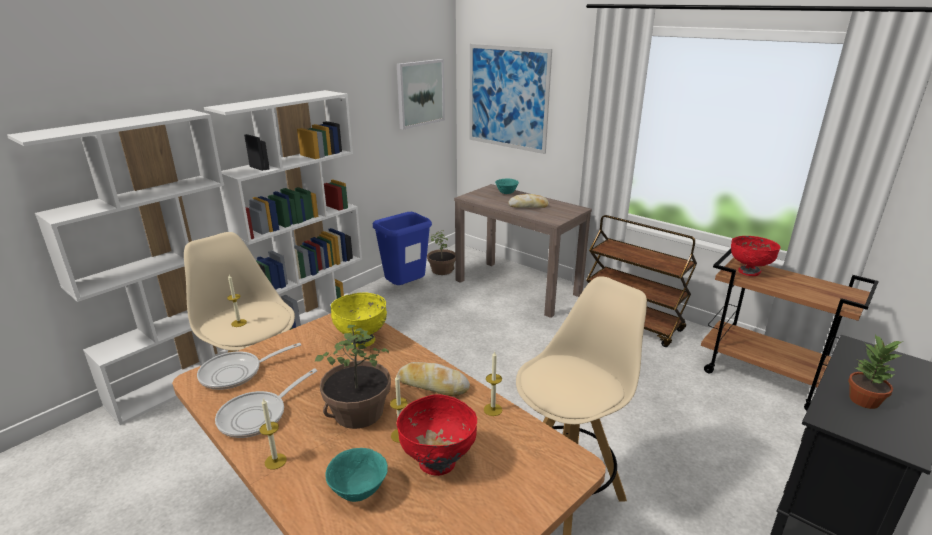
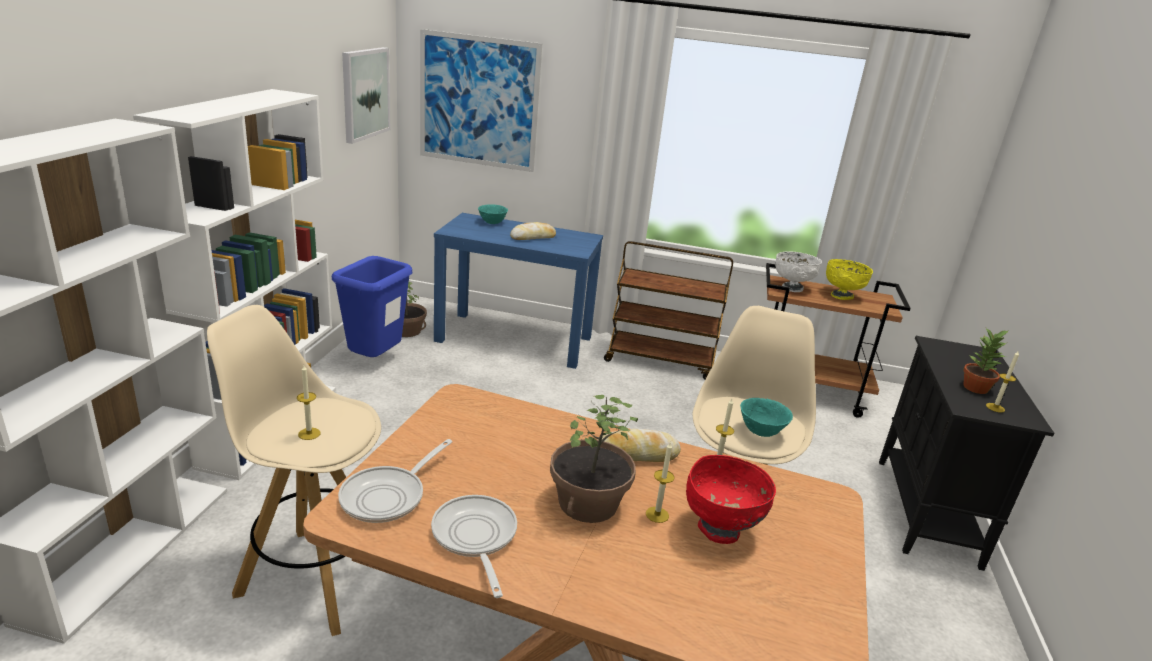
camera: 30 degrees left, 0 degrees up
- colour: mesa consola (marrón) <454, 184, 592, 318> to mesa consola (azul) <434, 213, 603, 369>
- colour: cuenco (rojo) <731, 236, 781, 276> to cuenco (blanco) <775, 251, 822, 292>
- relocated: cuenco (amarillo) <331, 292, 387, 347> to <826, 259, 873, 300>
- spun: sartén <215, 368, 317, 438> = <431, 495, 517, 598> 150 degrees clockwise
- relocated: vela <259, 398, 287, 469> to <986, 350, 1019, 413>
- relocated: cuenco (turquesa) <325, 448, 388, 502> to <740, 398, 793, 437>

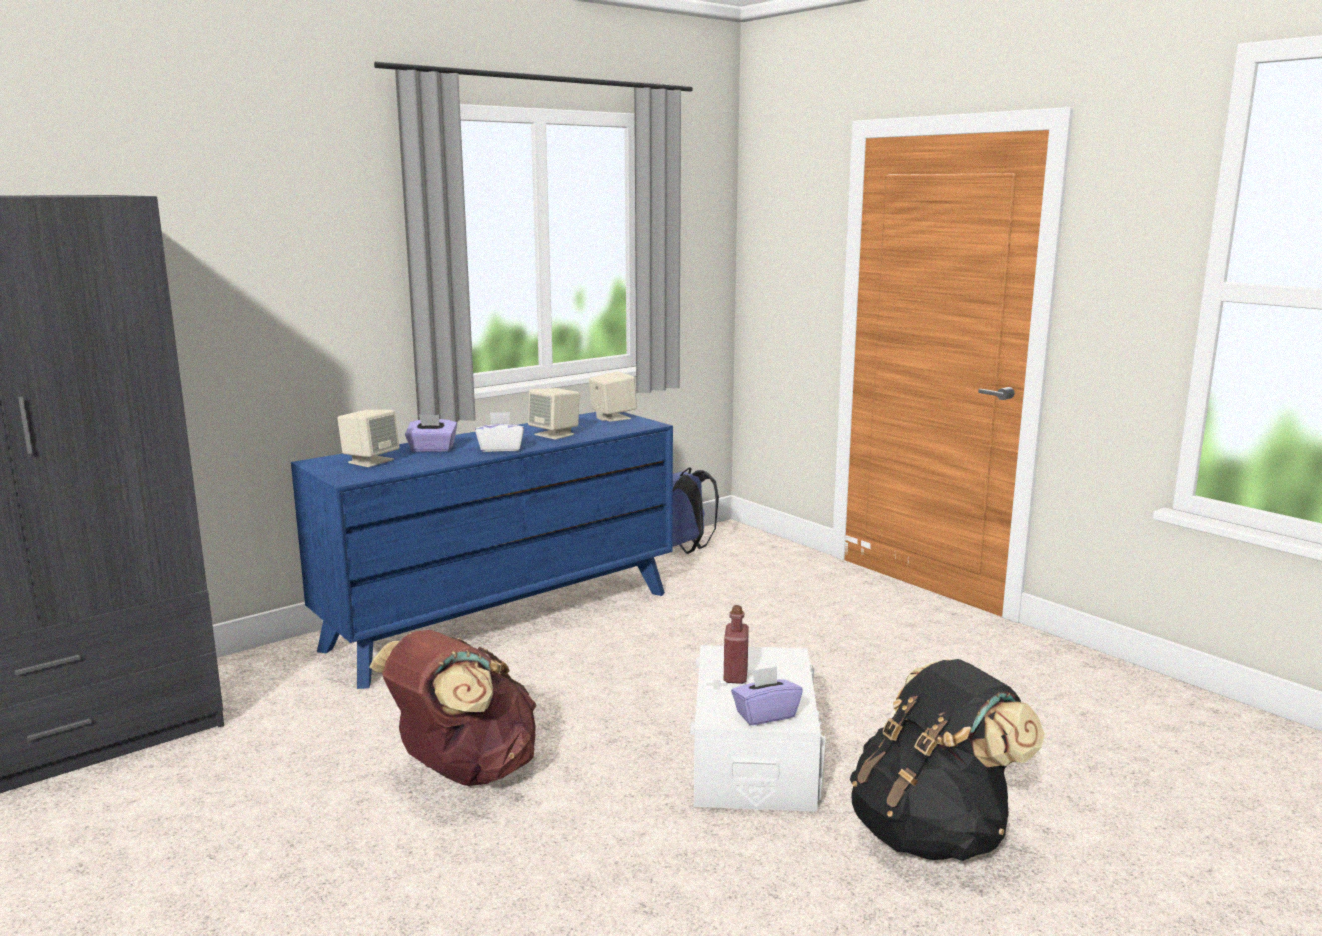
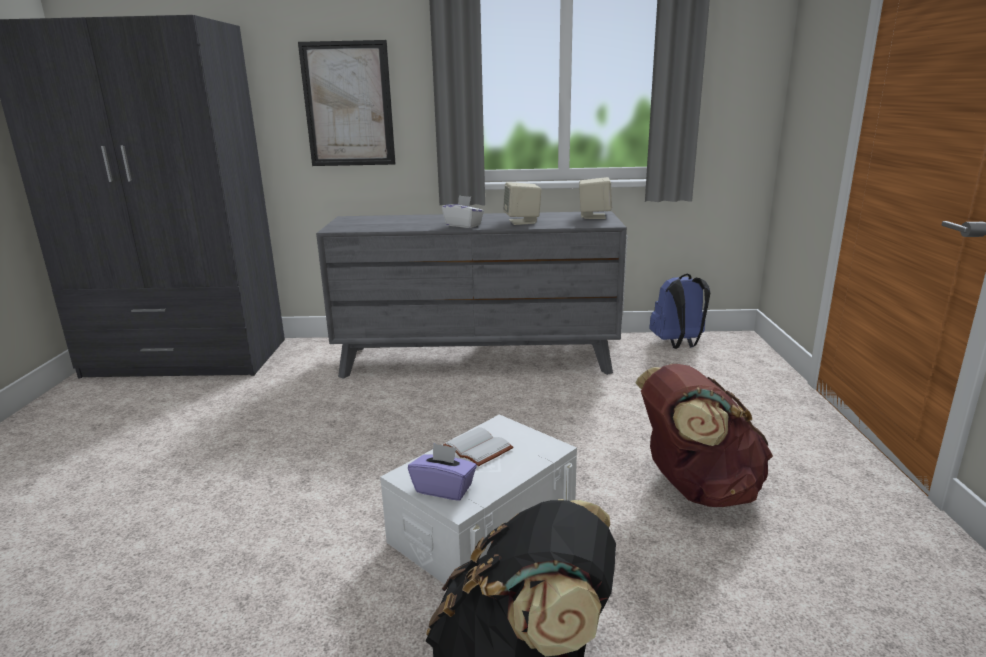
camera: 40 degrees right, 5 degrees up
- missing: altavoz (beis) <337, 410, 399, 467>
- colour: cómoda (azul) <291, 412, 673, 689> to cómoda (gris) <316, 211, 627, 379>
- missing: caja de pañuelos (morado) <405, 414, 457, 452>
- exchanged: botella (rojo) <724, 605, 749, 684> to libro (blanco) <443, 427, 513, 466>
- relocated: mochila (marrón) <369, 630, 537, 786> to <636, 364, 773, 507>
- appeared: cuadro <298, 40, 396, 166>

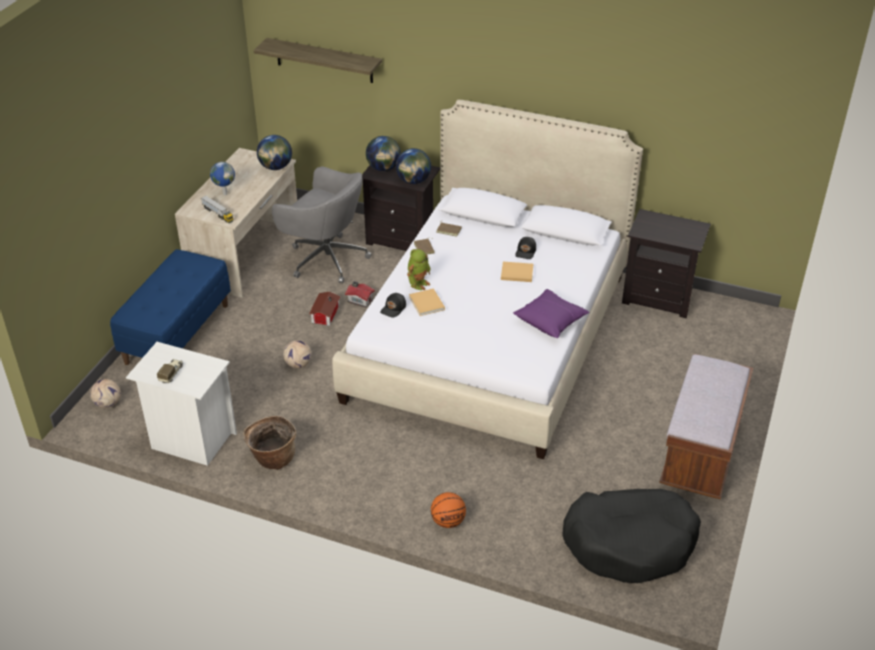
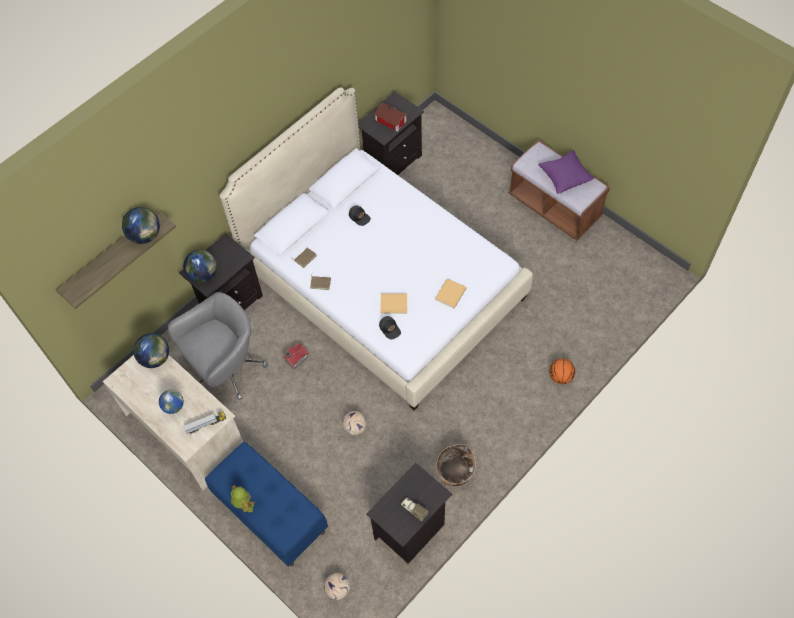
camera: 65 degrees left, 20 degrees up
- relocated: globo terráqueo <396, 148, 431, 184> to <122, 207, 160, 244>
- relocated: robot de juguete <407, 249, 431, 290> to <231, 485, 255, 513>
- relocated: libro (beis) <501, 262, 533, 282> to <435, 278, 466, 309>
- relocated: cojín (morado) <513, 289, 589, 338> to <538, 150, 595, 194>
- relocated: casita <309, 291, 340, 326> to <374, 103, 407, 132>
- colour: mesita de noche (blanco) <126, 342, 237, 466> to mesita de noche (negro) <366, 463, 452, 564>
- missing: cama para perro (negro) <563, 489, 701, 583>

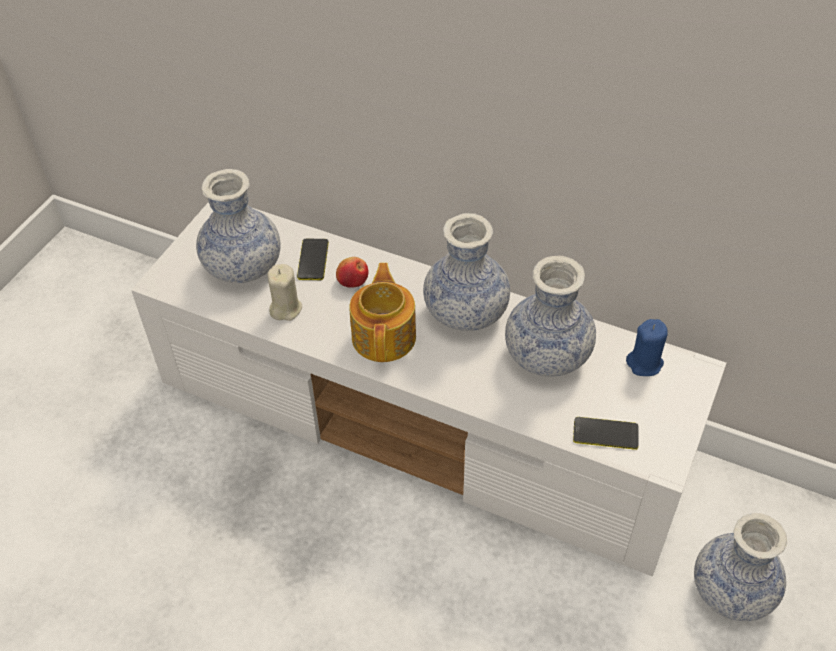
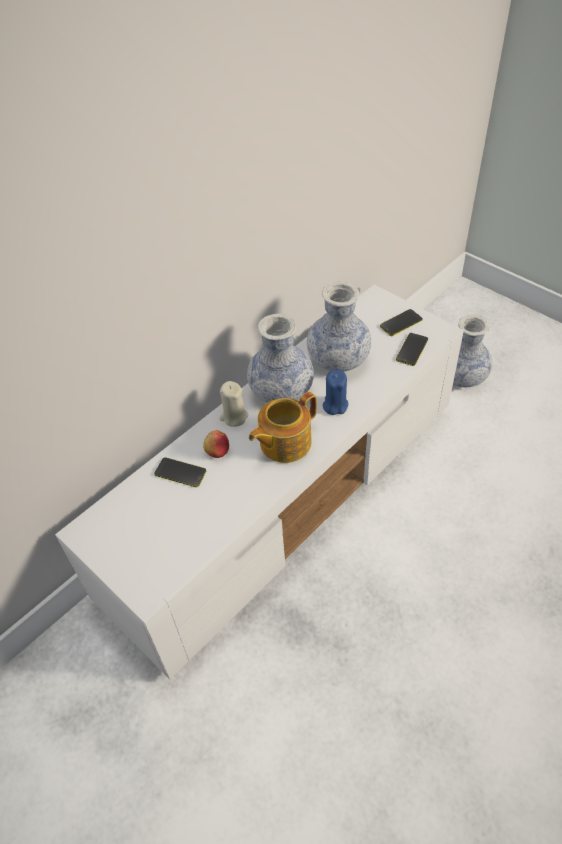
camera: 70 degrees left, 0 degrees up
- missing: florero <196, 169, 281, 283>
- spun: tetera <349, 263, 416, 362> = <249, 391, 317, 463> 60 degrees counterclockwise
- relocated: vela (beis) <268, 264, 302, 321> to <219, 381, 249, 427>
- relocated: vela (azul) <626, 319, 668, 376> to <323, 370, 348, 415>
- appeared: móvil <380, 309, 423, 336>

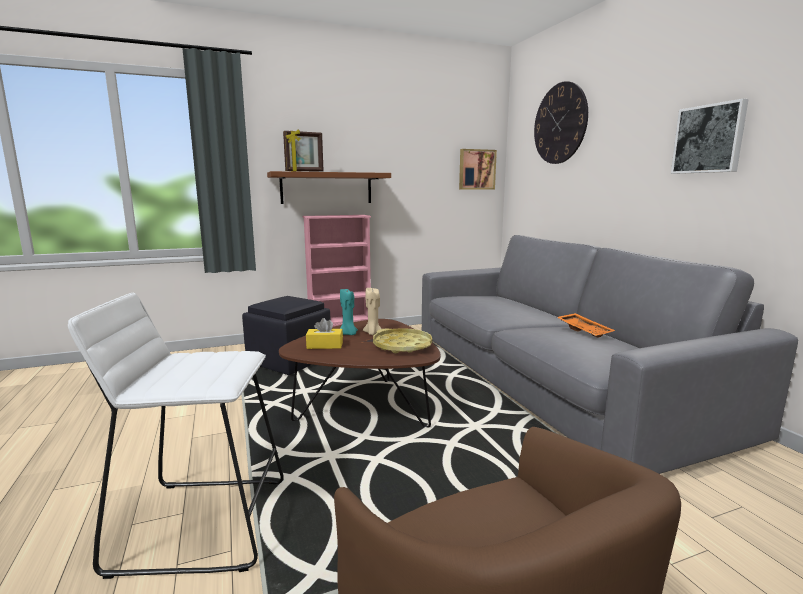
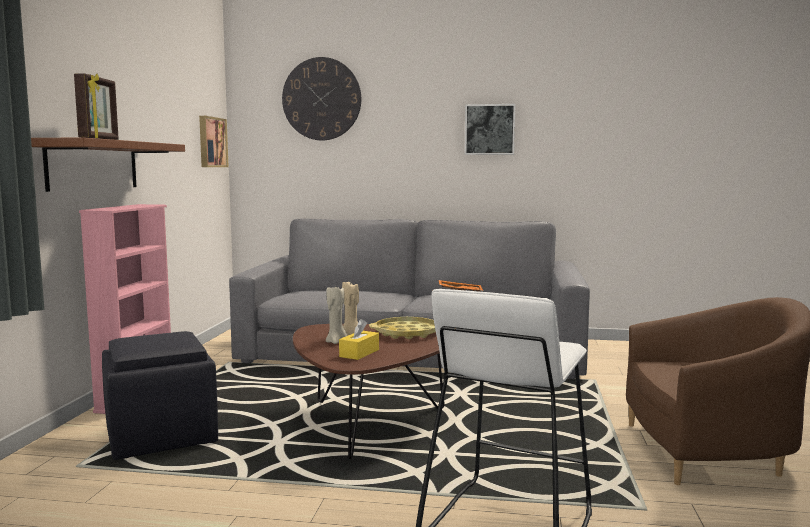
camera: 60 degrees left, 5 degrees down
- colour: vela (turquesa) <340, 289, 358, 335> to vela (beis) <326, 287, 347, 344>

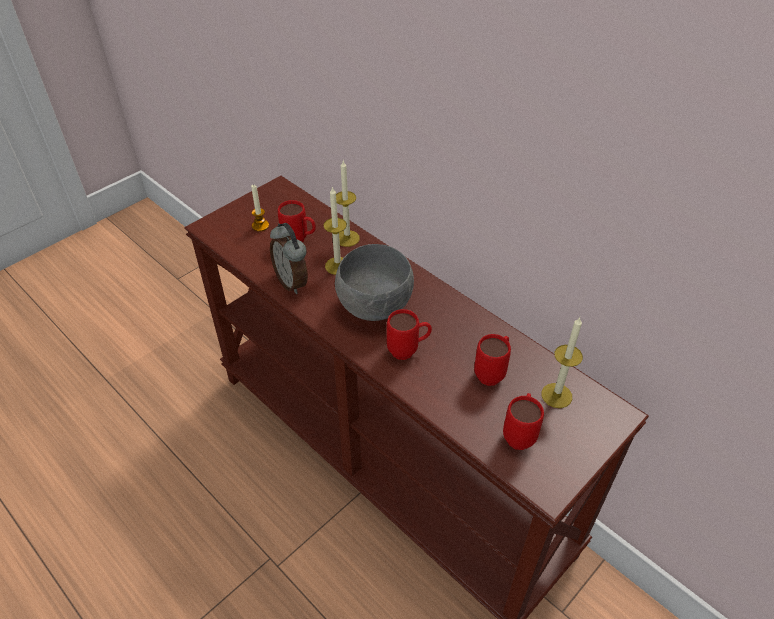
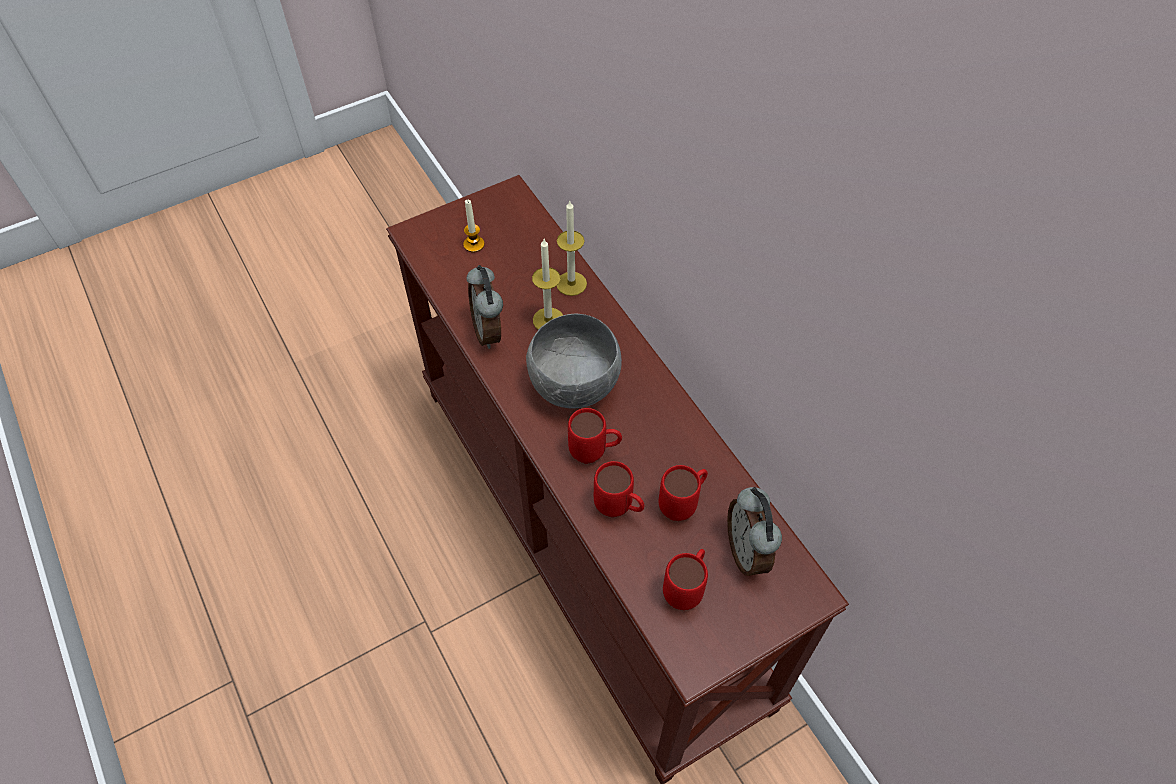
camera: 15 degrees right, 10 degrees up
- relocated: taza grande (rojo) <278, 200, 316, 242> to <594, 461, 644, 517>
- exchanged: vela <541, 317, 583, 408> to despertador <727, 487, 782, 576>

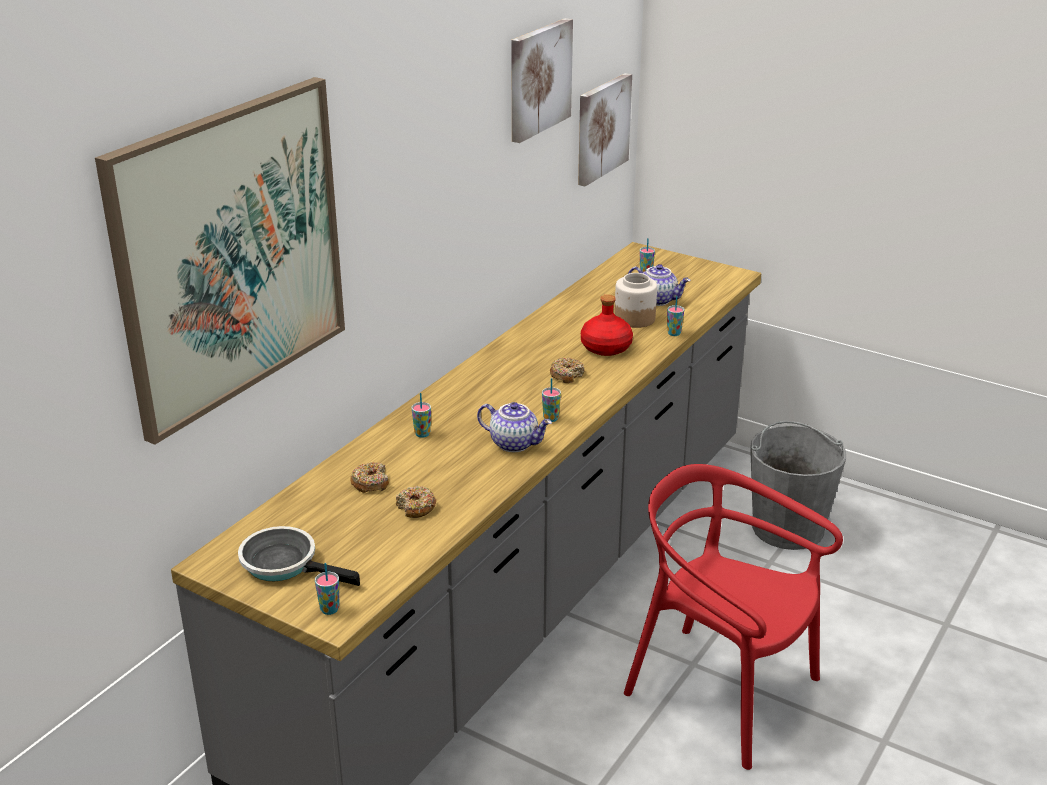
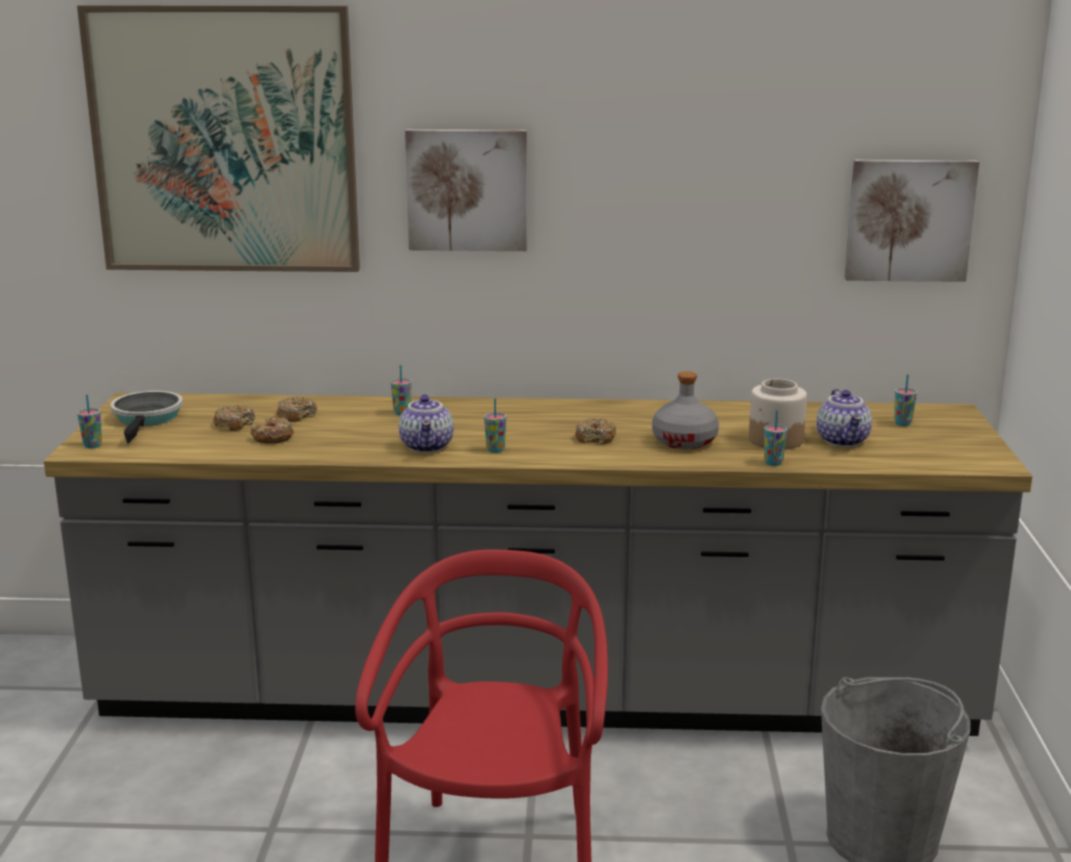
camera: 60 degrees right, 10 degrees down
- relocated: cuadro <511, 18, 573, 143> to <405, 129, 527, 251>
- colour: botella (rojo) <581, 294, 633, 356> to botella (gris) <652, 371, 719, 449>
- appeared: rosquilla <213, 405, 256, 431>

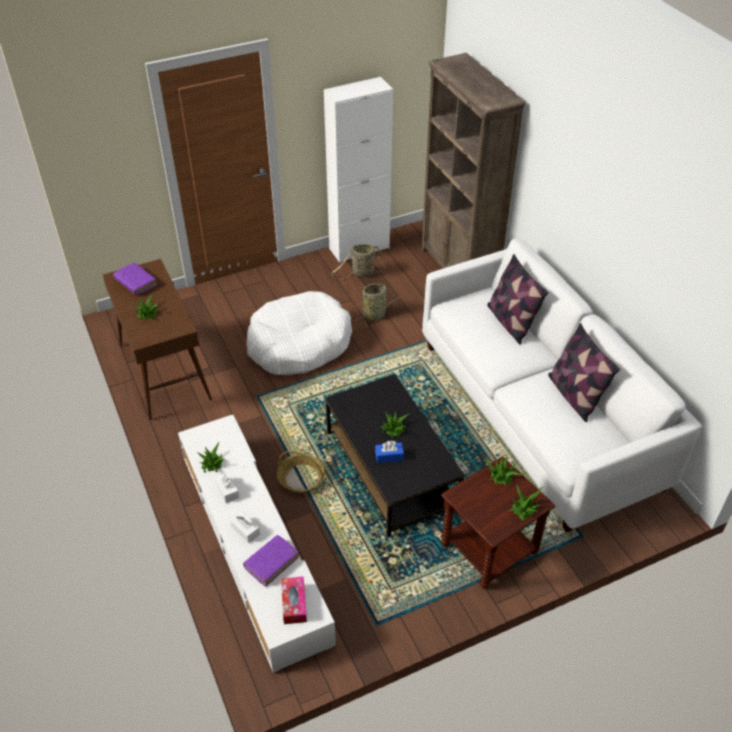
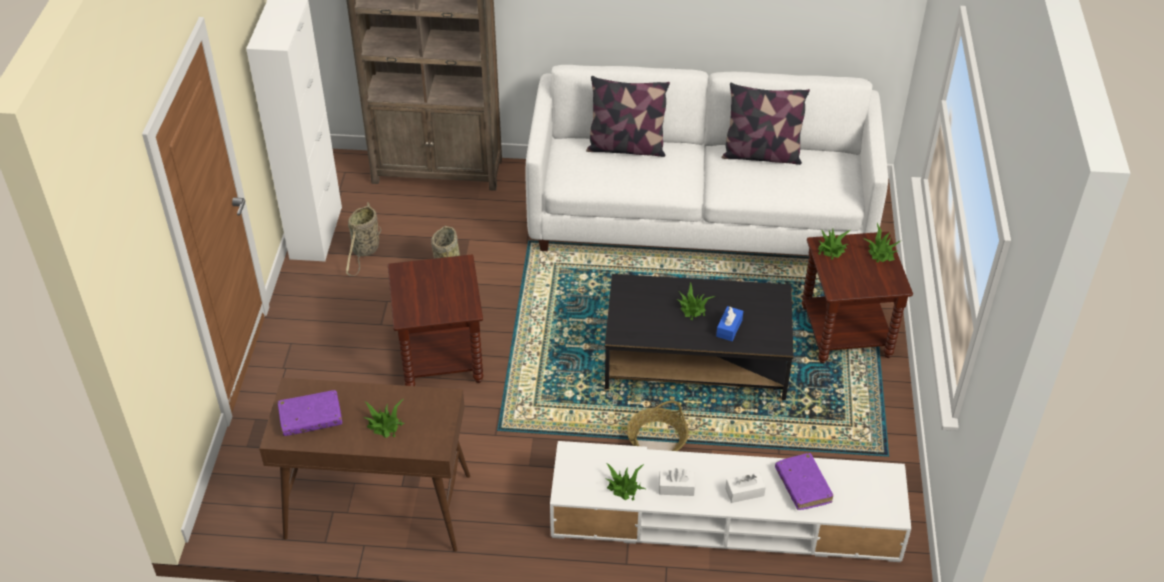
camera: 60 degrees left, 0 degrees up
- exchanged: cama para perro (blanco) <246, 291, 352, 375> to mesa auxiliar (marrón) <388, 254, 483, 386>
- missing: caja de pañuelos <281, 576, 307, 624>

